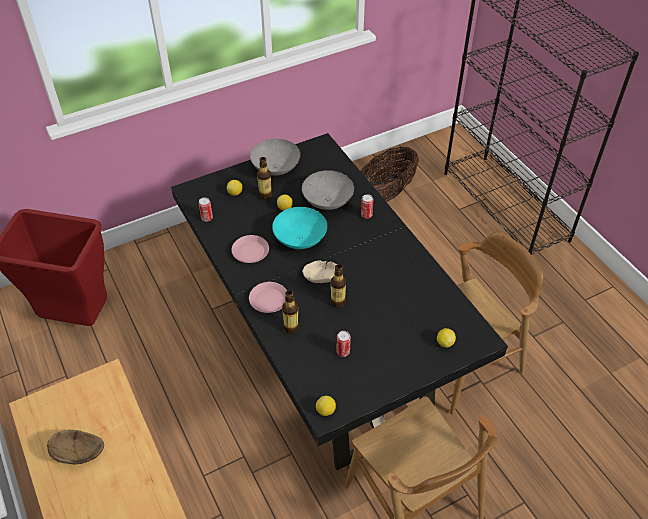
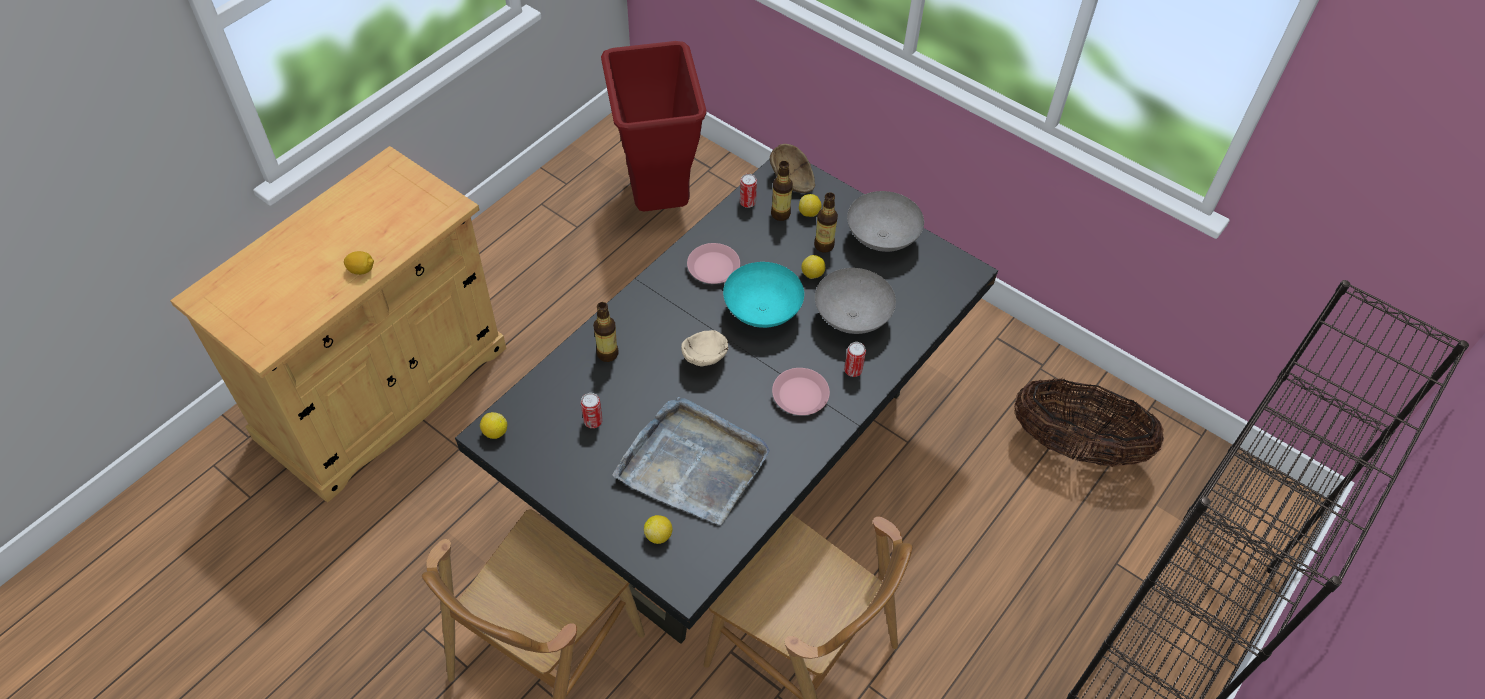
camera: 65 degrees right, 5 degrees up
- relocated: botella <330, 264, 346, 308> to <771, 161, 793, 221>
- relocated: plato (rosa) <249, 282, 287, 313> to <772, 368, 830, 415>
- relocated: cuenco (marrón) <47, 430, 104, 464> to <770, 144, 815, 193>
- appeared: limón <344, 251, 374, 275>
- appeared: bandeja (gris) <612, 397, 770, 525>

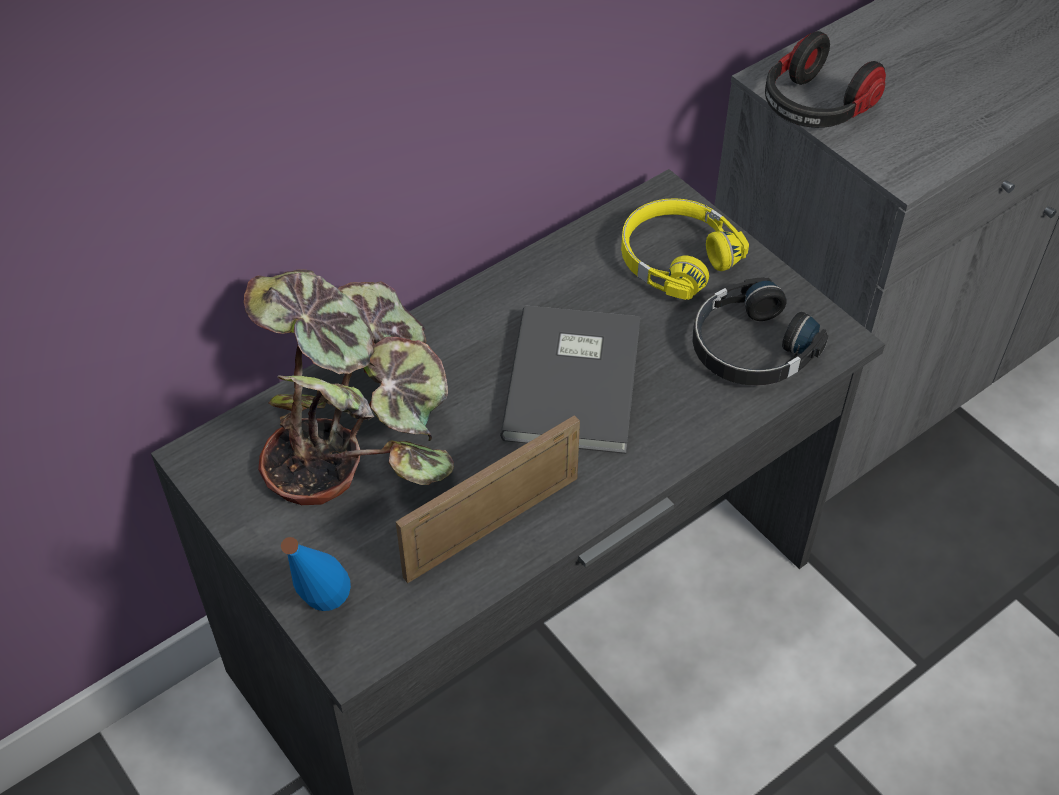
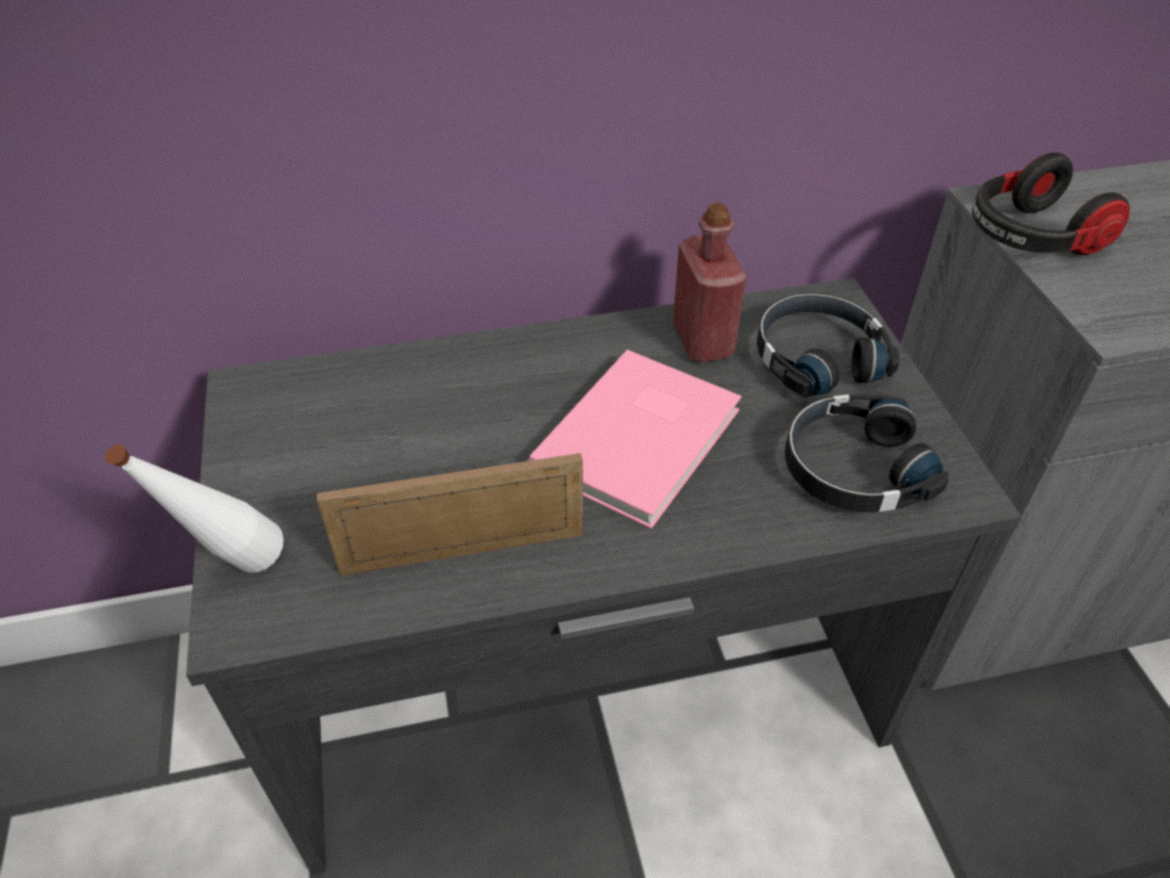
camera: 25 degrees right, 5 degrees down
- colour: auriculares (amarillo) <621, 198, 749, 300> to auriculares (negro) <757, 293, 900, 398>
- missing: planta en maceta <244, 270, 454, 505>
- colour: libro (gris) <500, 305, 641, 454> to libro (rosa) <528, 350, 742, 529>
- colour: botella (azul) <281, 537, 351, 611> to botella (blanco) <105, 444, 284, 573>
- appeared: botella (rojo) <673, 203, 747, 362>

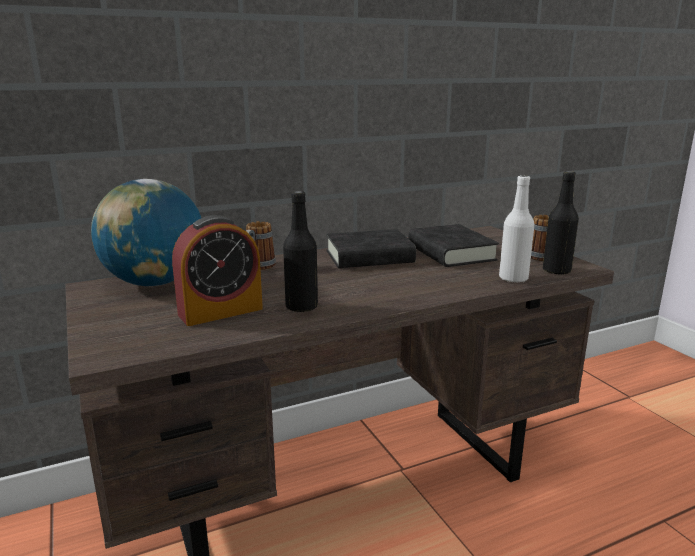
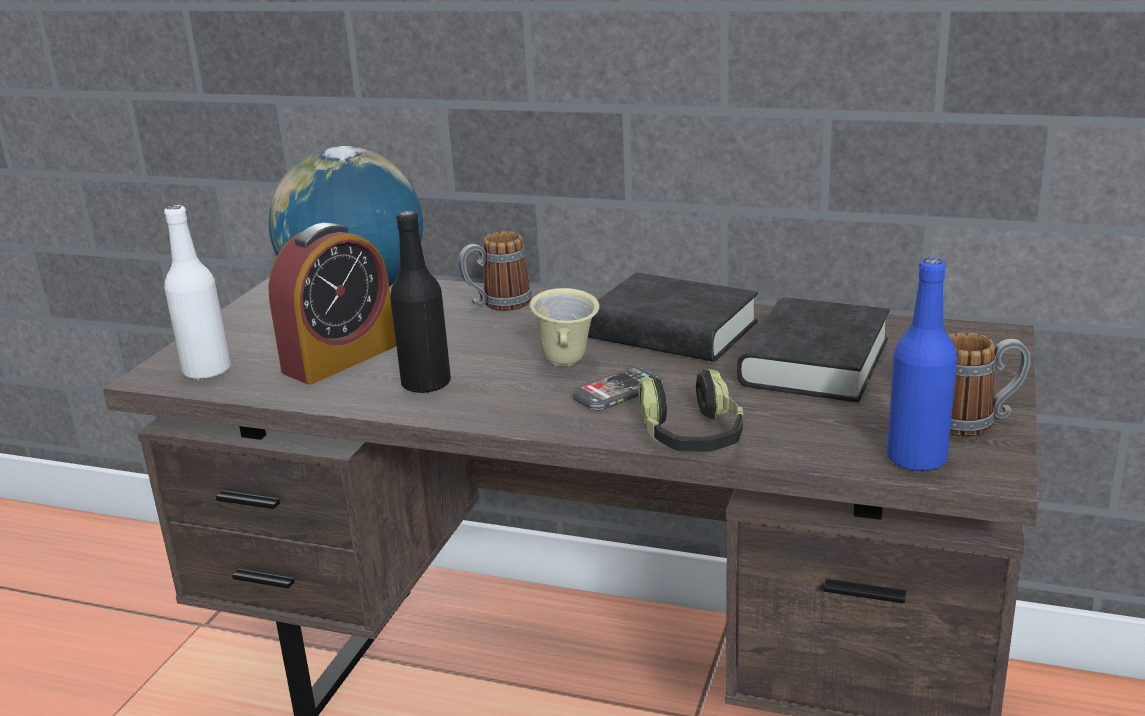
camera: 45 degrees right, 5 degrees up
- colour: botella (negro) <543, 171, 579, 275> to botella (azul) <887, 258, 957, 473>
- relocated: botella (blanco) <499, 175, 534, 283> to <164, 205, 231, 380>
- spun: despertador <172, 215, 263, 326> = <268, 223, 396, 385> 60 degrees counterclockwise
- appeared: taza grande (beis) <530, 288, 600, 366>
- appeared: móvil <572, 366, 664, 411>
- appeared: auriculares <638, 369, 743, 452>

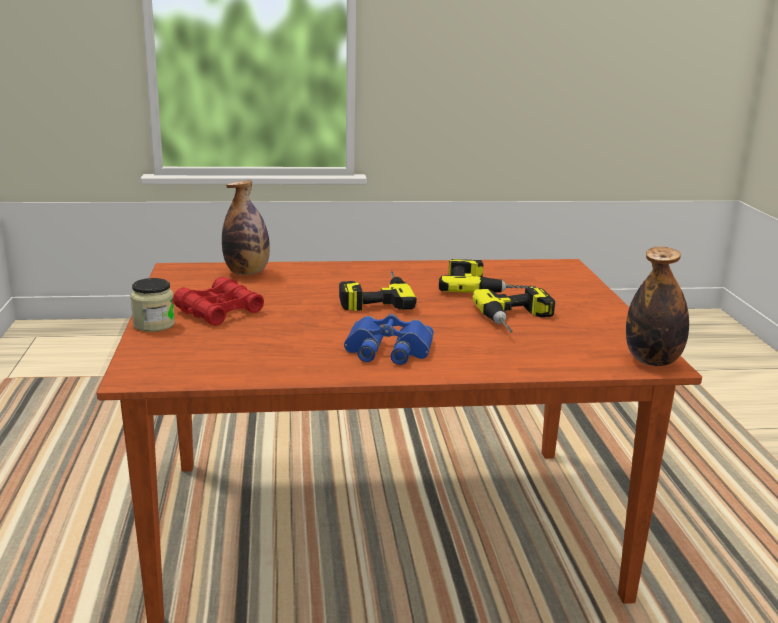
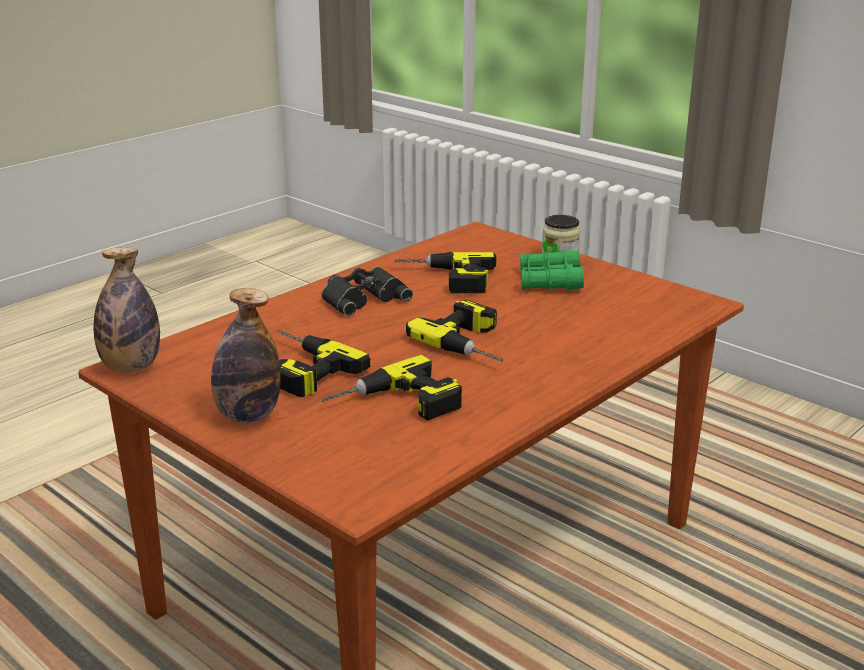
camera: 140 degrees right, 5 degrees up
- relocated: botella <222, 180, 270, 275> to <211, 288, 281, 423>
- colour: prismáticos (rojo) <173, 277, 264, 326> to prismáticos (verde) <520, 249, 584, 291>
- colour: prismáticos (azul) <344, 314, 434, 365> to prismáticos (negro) <321, 267, 413, 316>
- appeared: taladro <394, 252, 497, 293>

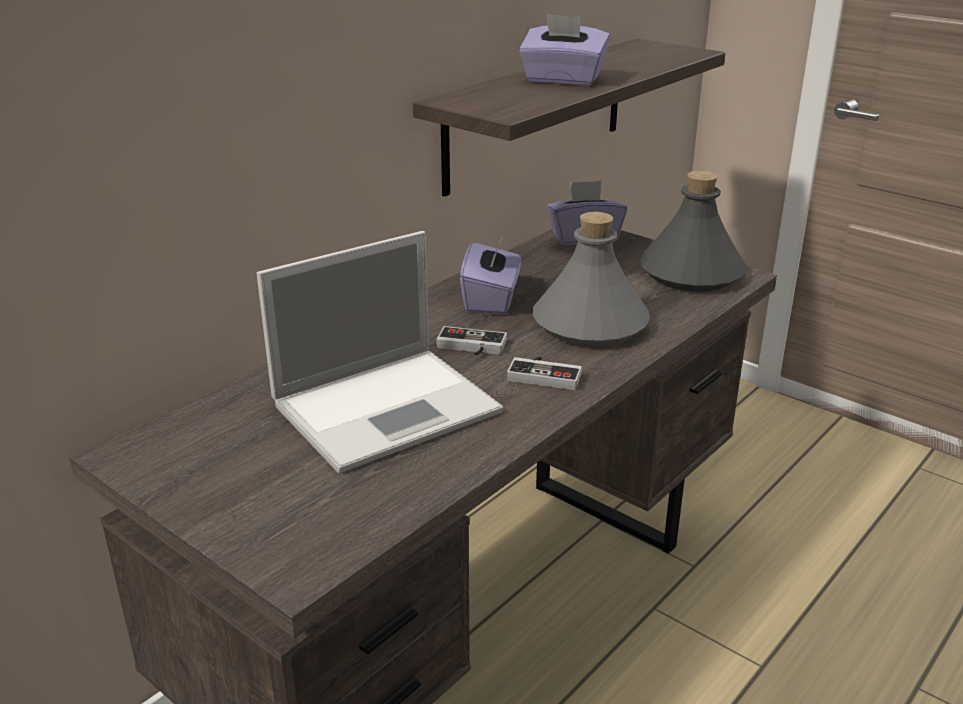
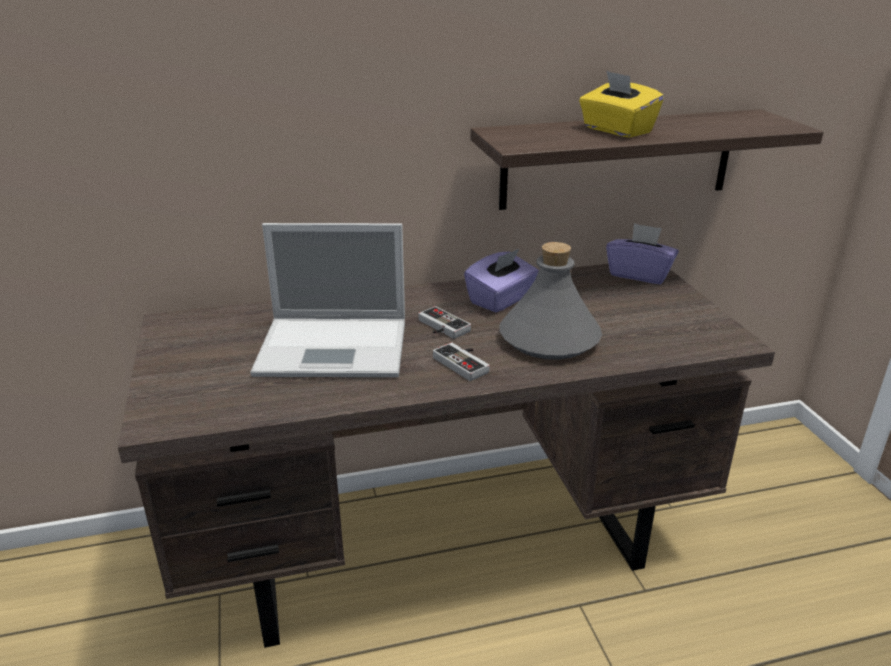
camera: 35 degrees right, 0 degrees up
- colour: caja de pañuelos (morado) <519, 14, 610, 85> to caja de pañuelos (amarillo) <579, 71, 664, 138>
- missing: botella (gris) <639, 171, 746, 292>

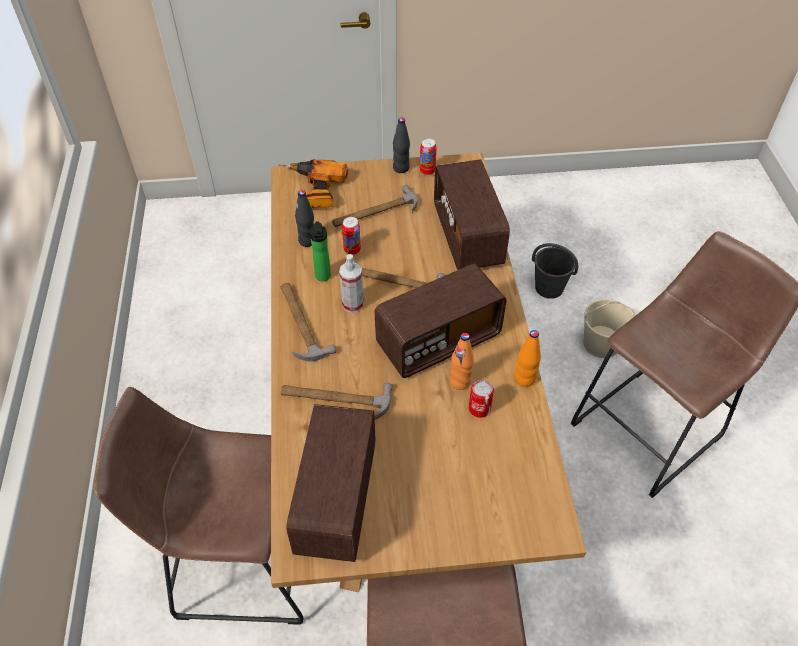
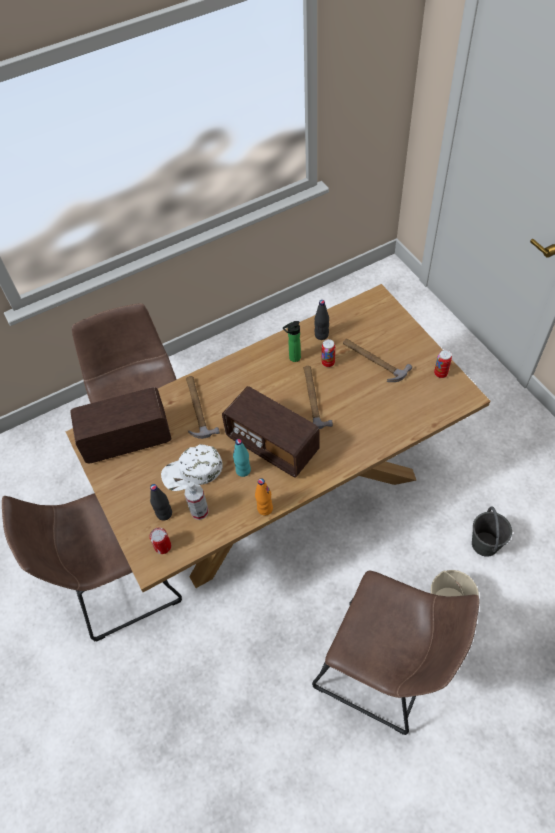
camera: 70 degrees right, 5 degrees up
- relocated: botella (negro) <393, 117, 410, 173> to <150, 484, 172, 520>
- missing: taladro <279, 159, 348, 208>
- missing: radio <434, 159, 510, 270>
- relocated: pulverizador <339, 254, 364, 313> to <185, 482, 209, 520>
- missing: martillo <281, 283, 336, 362>
- colour: botella (naranja) <450, 333, 474, 390> to botella (turquesa) <233, 439, 251, 477>
- relocated: lata <469, 380, 494, 418> to <150, 528, 171, 554>
- appeared: gorra (blanco) <161, 444, 223, 491>

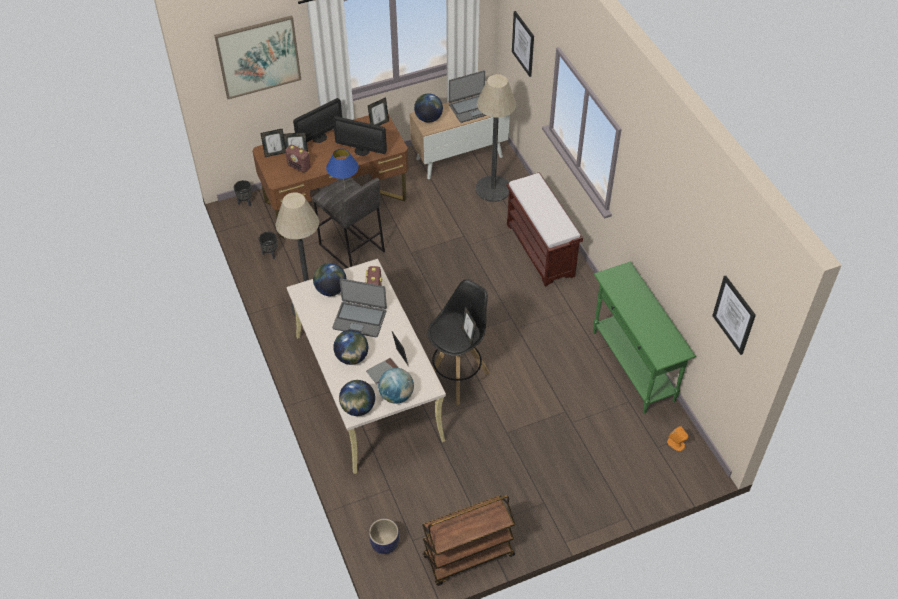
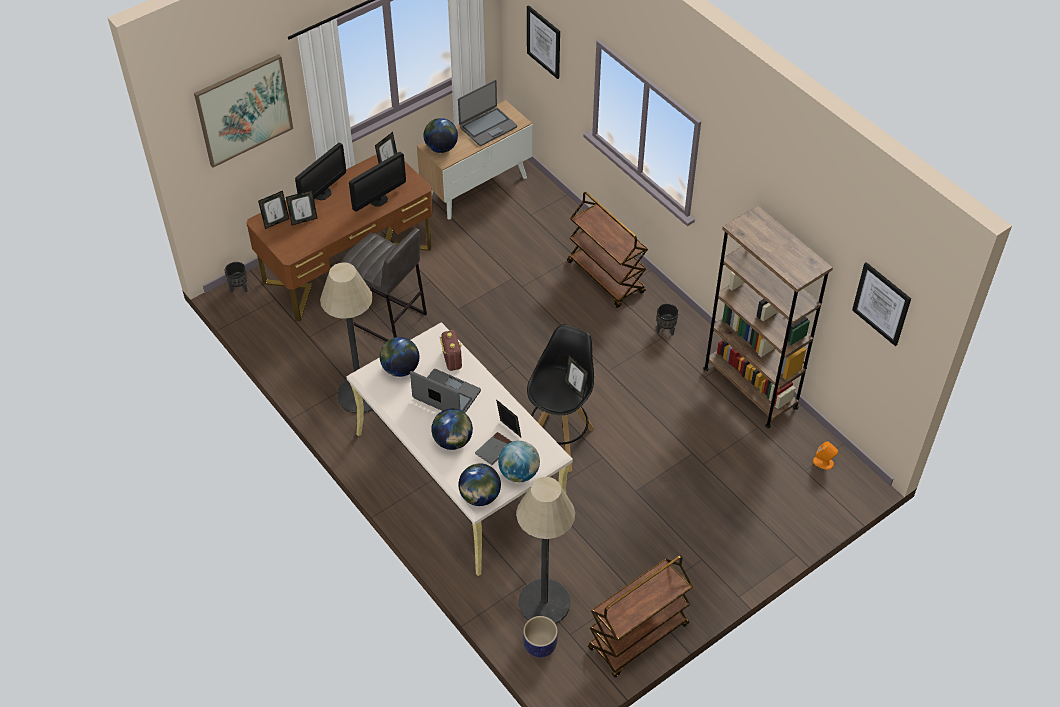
camera: 15 degrees left, 0 degrees up
- relocated: lámpara de pie <476, 74, 516, 202> to <516, 477, 575, 624>
- spun: monitor <333, 116, 387, 156> = <349, 152, 406, 212> 45 degrees counterclockwise
- missing: radio <285, 145, 311, 173>
- missing: lámpara de mesa (azul) <326, 149, 359, 189>
- exchanged: banco (marrón) <506, 172, 583, 287> to carrito (marrón) <567, 192, 648, 308>
- relocated: maceta (negro) <259, 232, 277, 259> to <657, 303, 679, 336>
- exchanged: mesa consola (verde) <593, 261, 696, 413> to estantería (marrón) <704, 206, 833, 428>
- spun: portátil <332, 278, 387, 337> = <410, 369, 481, 413> 150 degrees counterclockwise

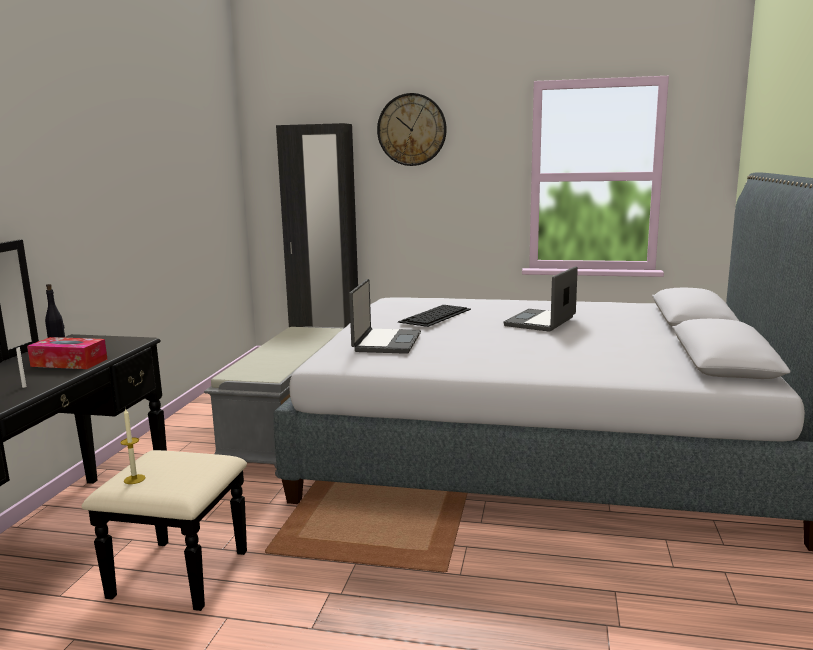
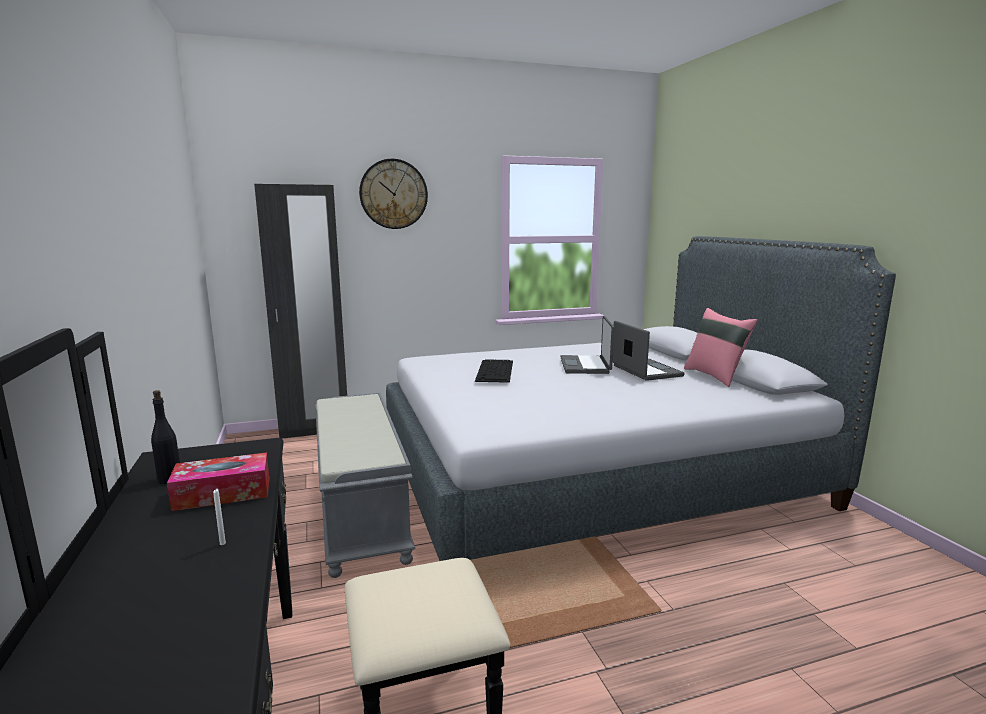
camera: 30 degrees left, 0 degrees up
- relocated: portátil <349, 279, 421, 354> to <613, 321, 685, 381>
- missing: vela <120, 408, 146, 484>
- appeared: cojín (rosa) <684, 308, 758, 387>

